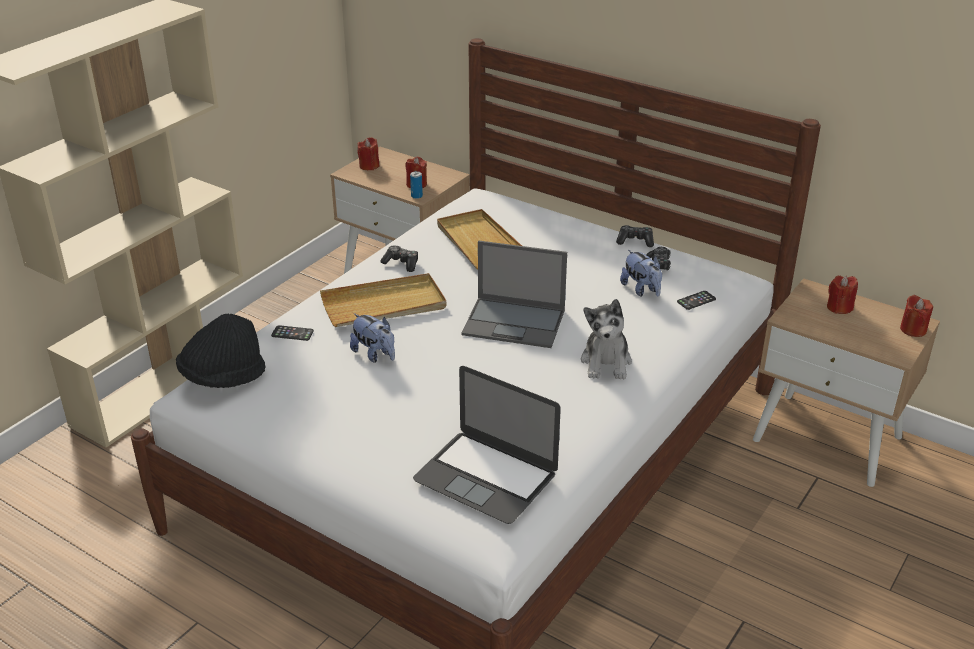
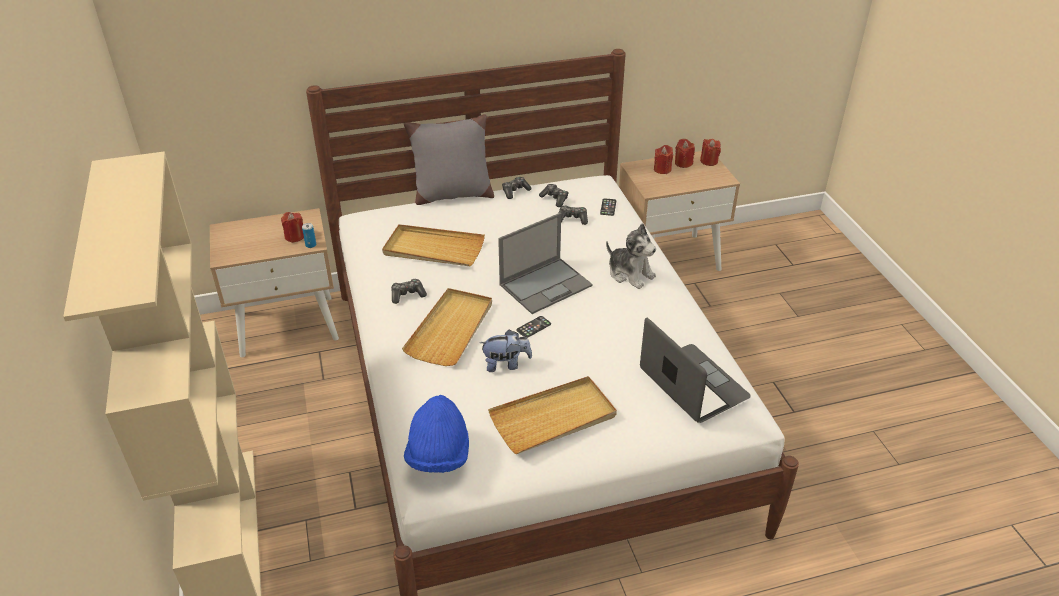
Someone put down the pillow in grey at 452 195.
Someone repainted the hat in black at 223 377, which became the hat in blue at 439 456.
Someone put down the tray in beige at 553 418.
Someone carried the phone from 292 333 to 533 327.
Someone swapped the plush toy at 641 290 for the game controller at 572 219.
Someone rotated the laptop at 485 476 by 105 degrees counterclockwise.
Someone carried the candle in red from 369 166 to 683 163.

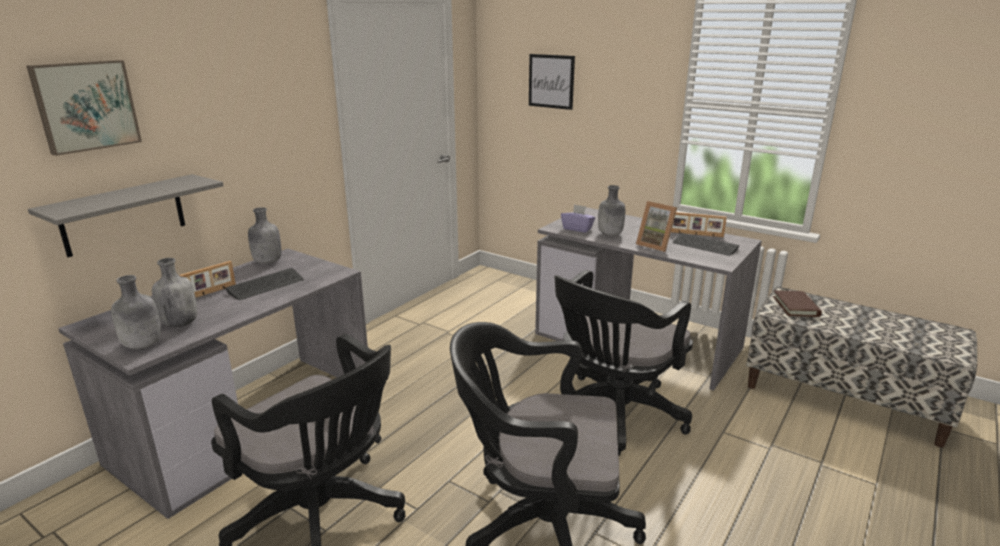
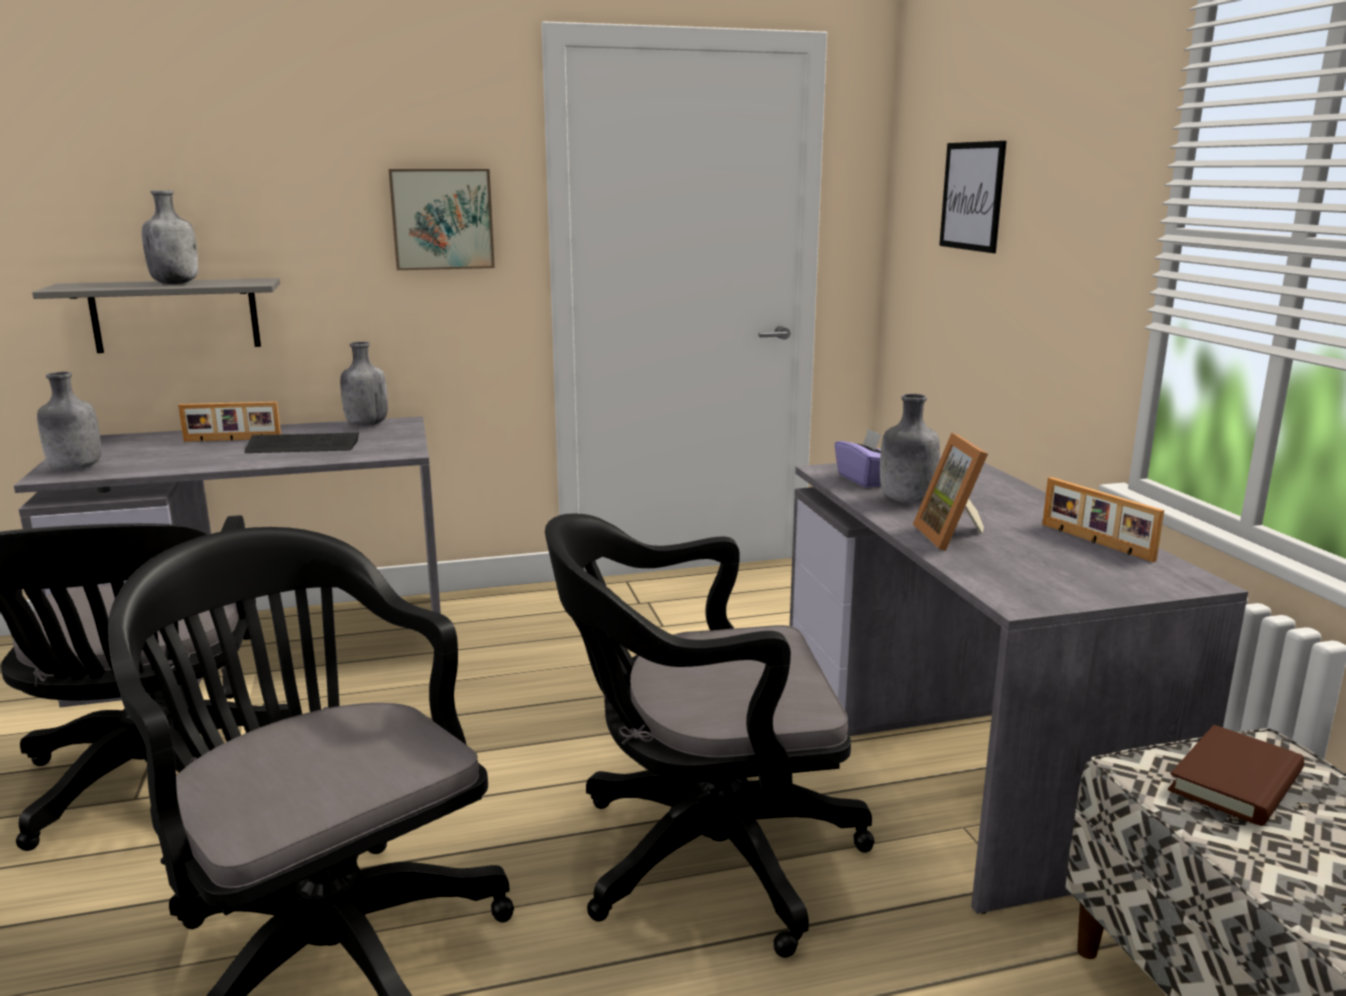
Someone carried the bottle in grey from 180 323 to 176 283.
Someone carried the picture from 85 106 to 442 219.
Someone took away the keyboard at 704 246.

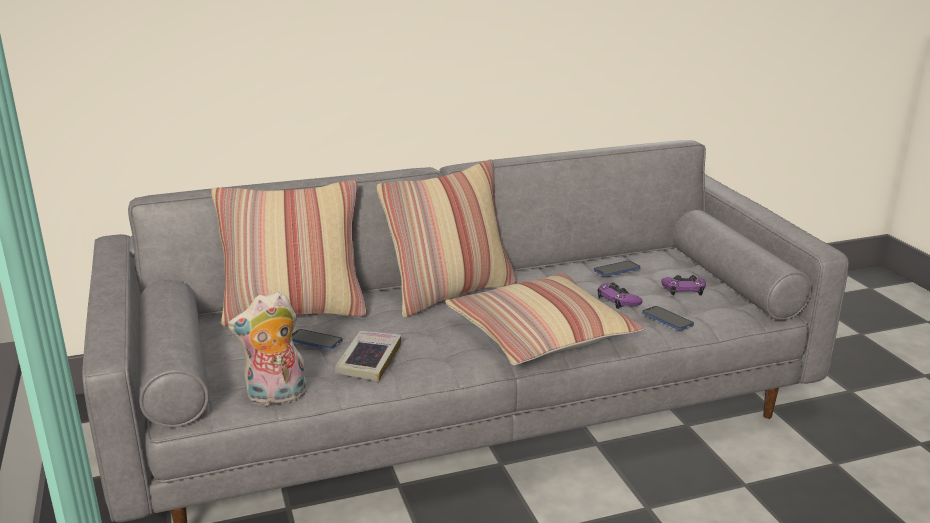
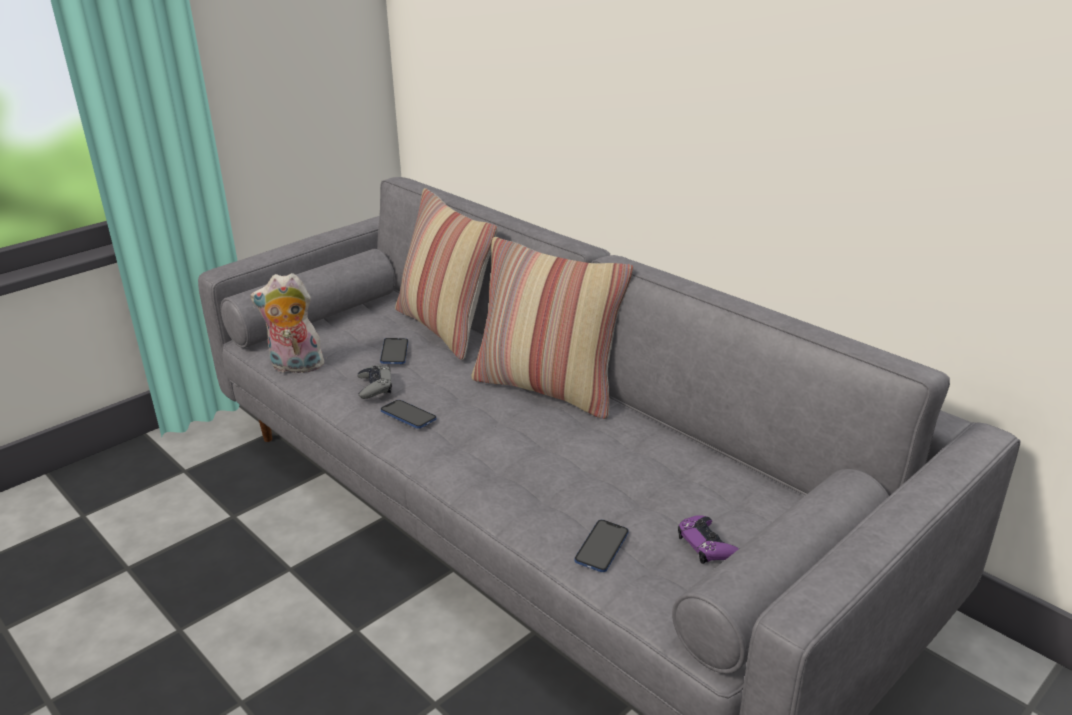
Someone rotated the plush toy at 276 397 by 45 degrees counterclockwise.
Someone swapped the book at 369 360 for the game controller in grey at 375 386.
Someone carried the phone from 616 270 to 408 415.
Someone took away the pillow at 540 335.
Someone took away the game controller in purple at 618 300.

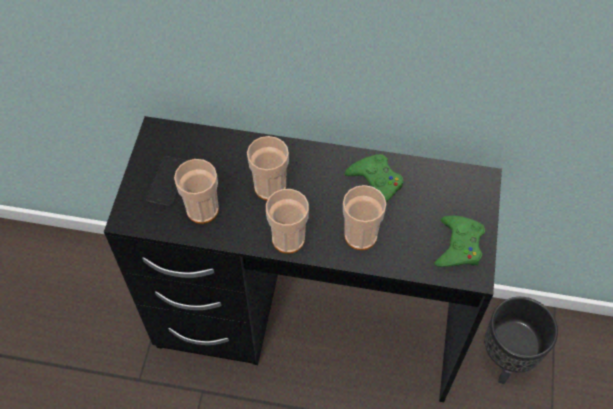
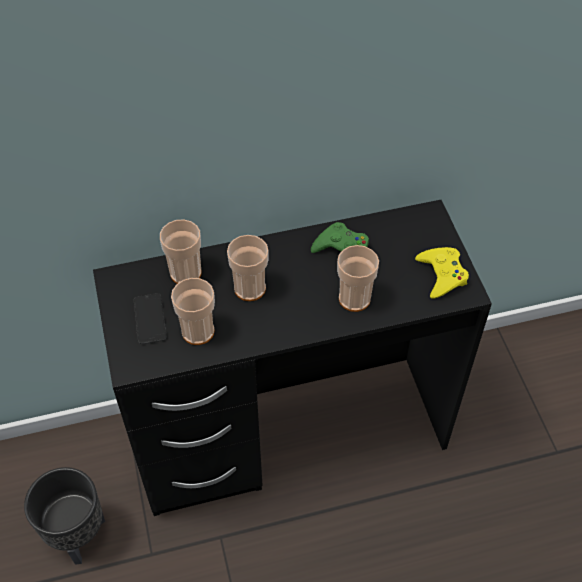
Someone carried the planter in black from 505 358 to 77 535.
Someone carried the cup from 288 239 to 185 273.
Someone repainted the game controller in green at 459 246, which became the game controller in yellow at 442 275.

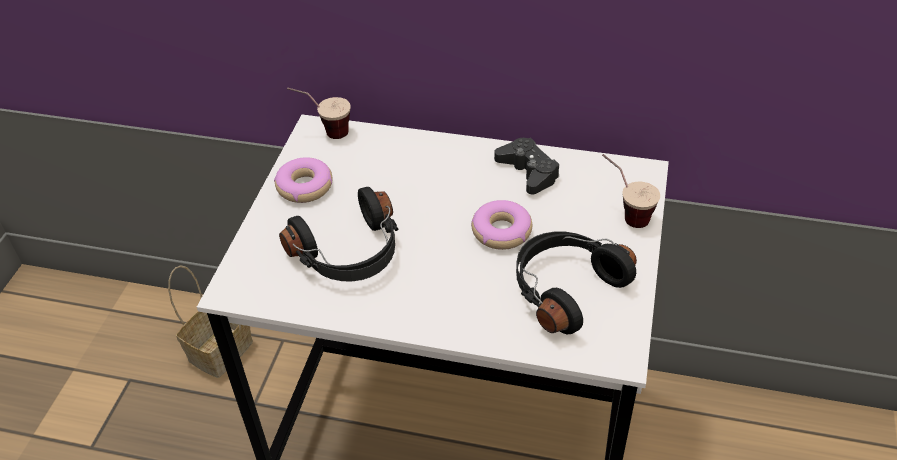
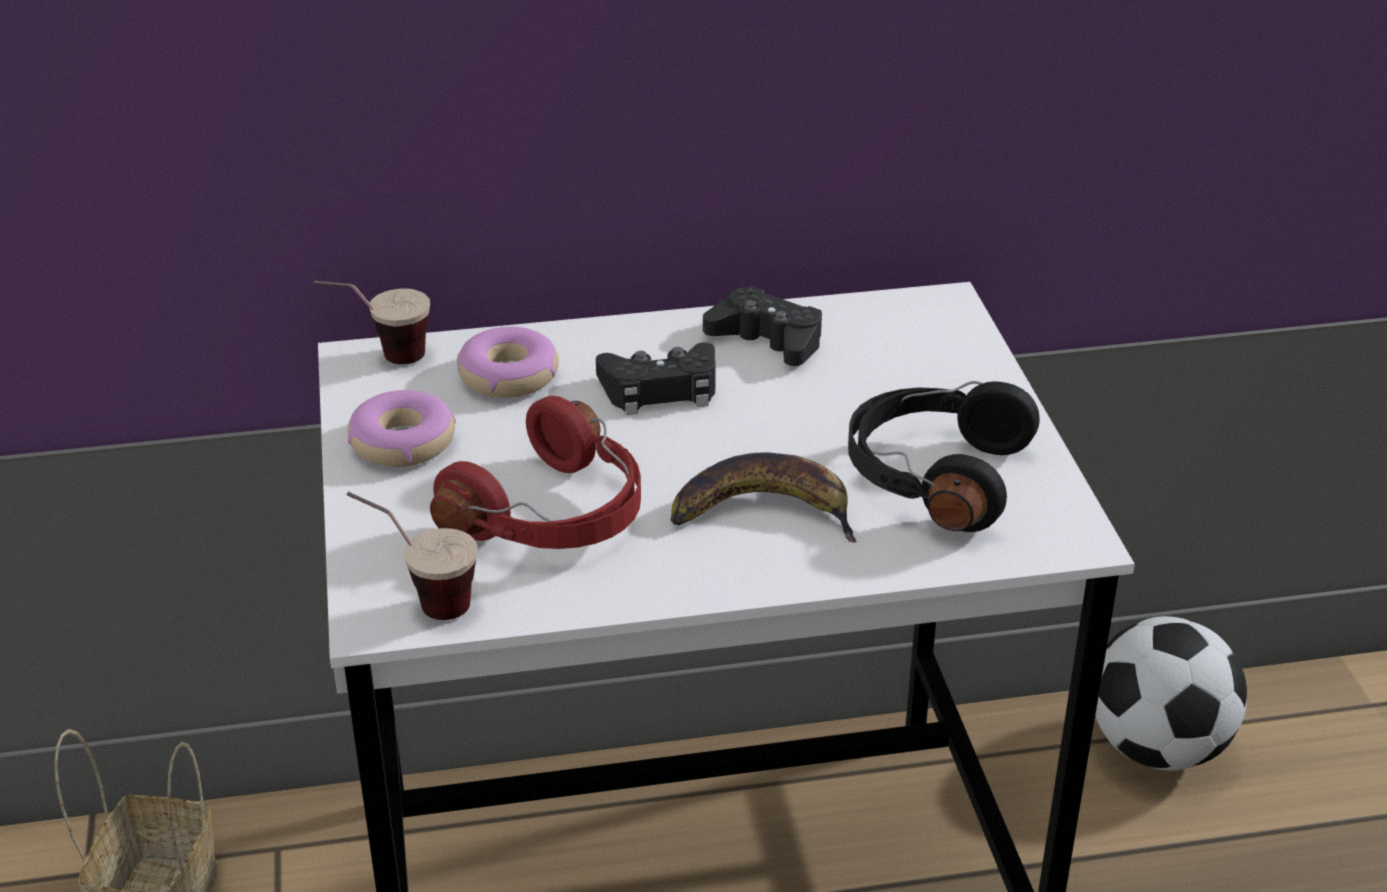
Someone carried the cup from 624 213 to 418 600.
Someone repainted the headphones in black at 350 254, which became the headphones in red at 554 516.
Someone carried the donut from 501 231 to 508 376.
Someone put down the game controller in black at 660 389.
Someone put down the banana at 764 512.
Someone put down the football at 1156 748.

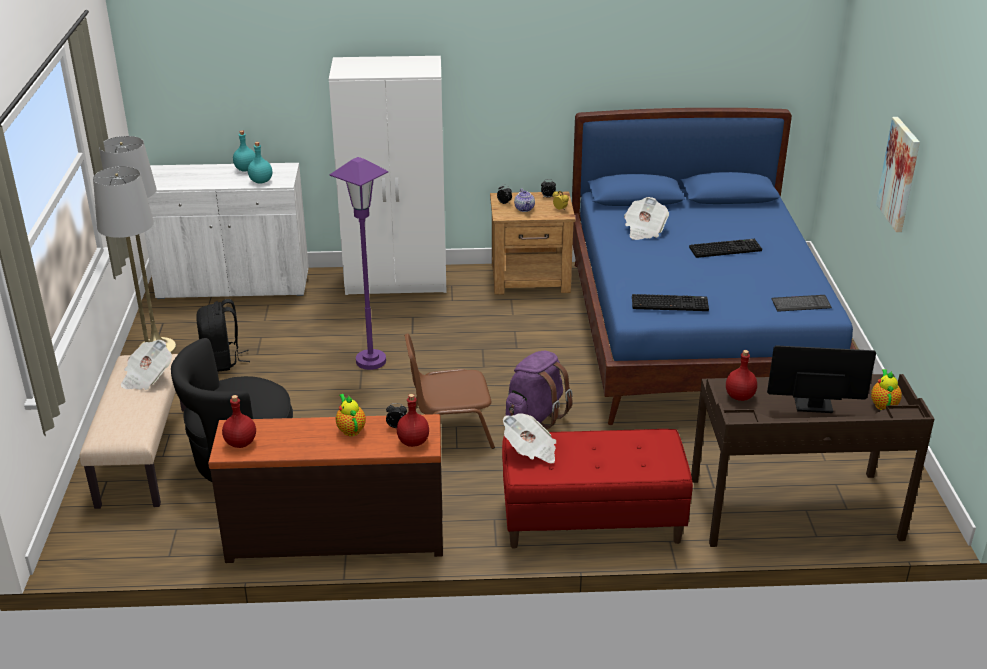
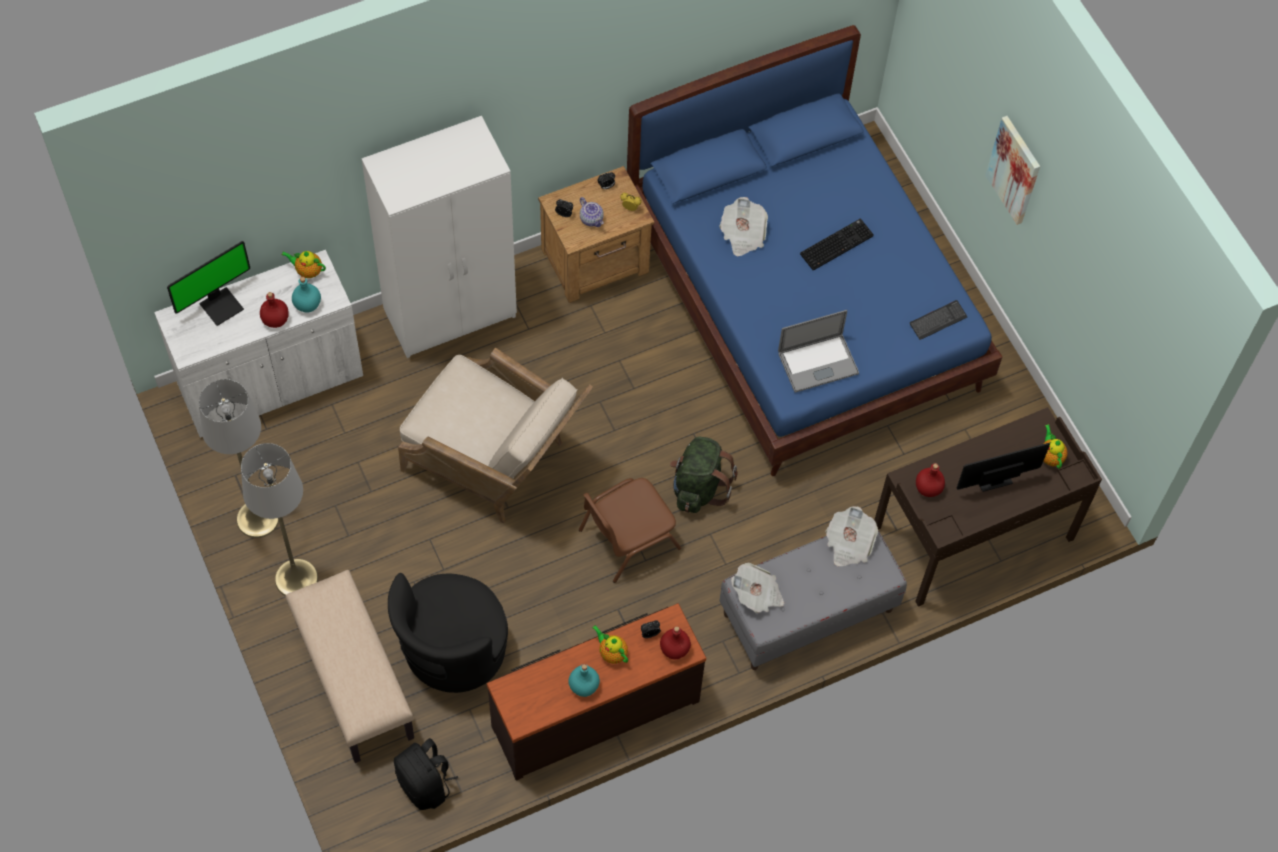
Someone put down the monitor at 221 305.
Someone carried the bottle in red from 241 443 to 276 320.
Someone put down the teapot at 307 271.
Someone carried the backpack in black from 223 361 to 425 785.
Someone swapped the floor lamp in purple at 370 361 for the armchair in beige at 496 461.
Someone carried the bottle in turquoise from 246 169 to 584 686.
Someone repainted the backpack in purple at 536 415, which became the backpack in green at 698 487.
Someone repainted the bench in red at 591 521, which became the bench in grey at 807 612.
Someone swapped the keyboard at 670 303 for the laptop at 818 363.
Someone carried the newspaper from 147 378 to 848 544.

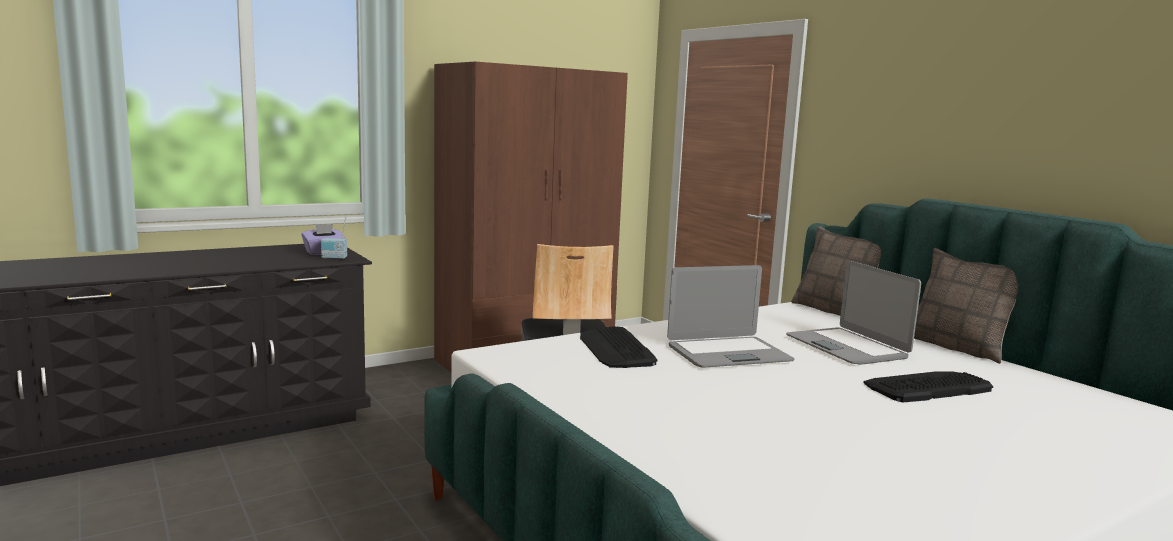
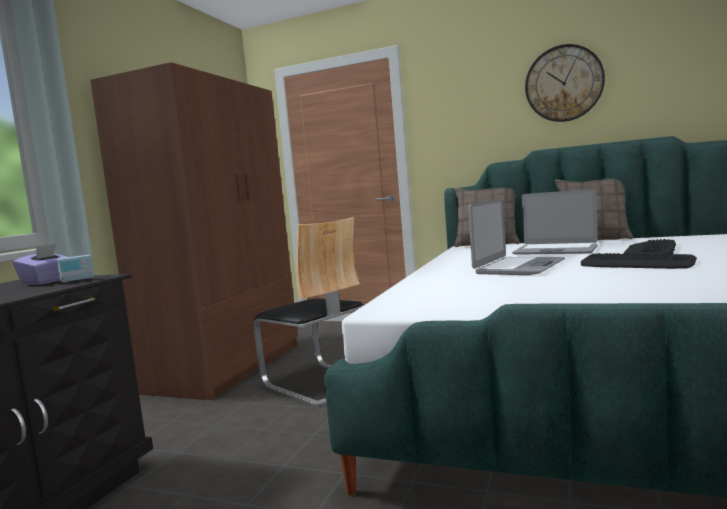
Someone put up the wall clock at 563 83.
Someone carried the keyboard from 616 349 to 636 263.

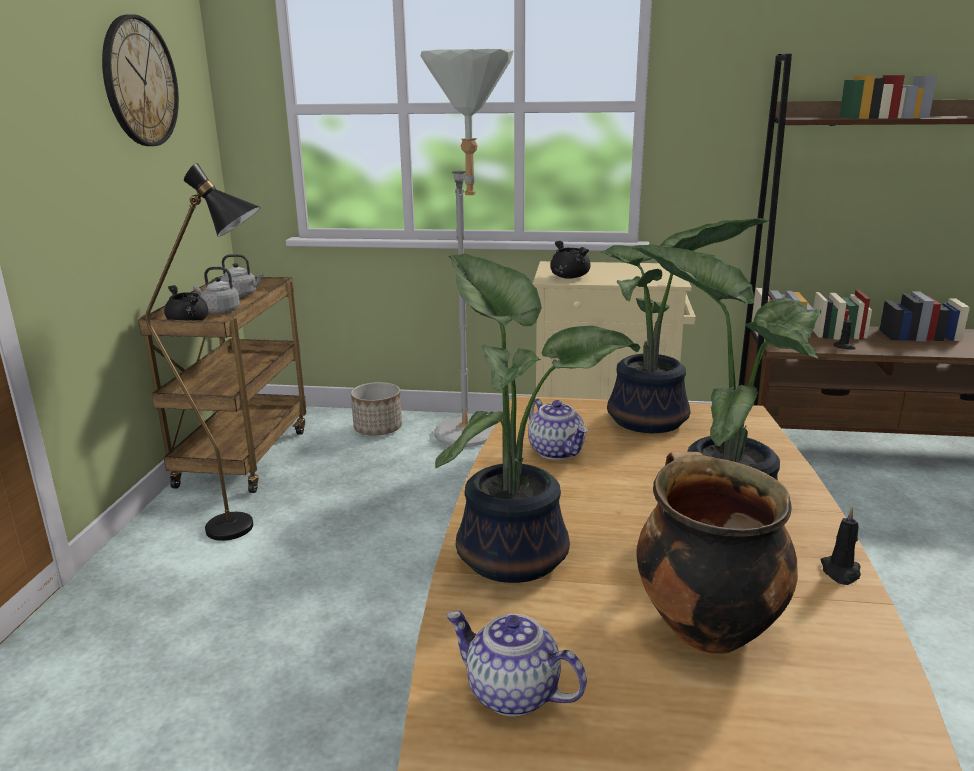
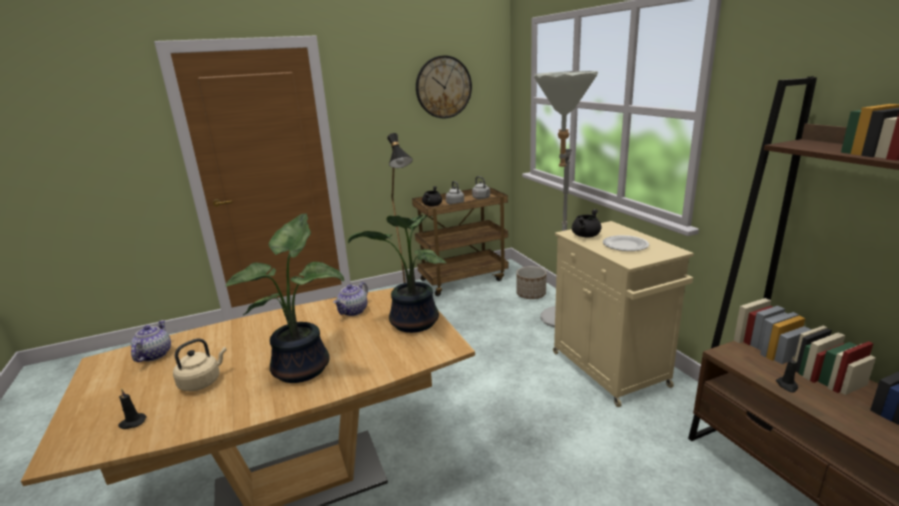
Someone carried the candle in black from 840 572 to 132 423.
Someone swapped the cooking pot at 703 626 for the kettle in beige at 202 382.
Someone put down the plate at 625 245.
Someone took away the potted plant at 515 551.

